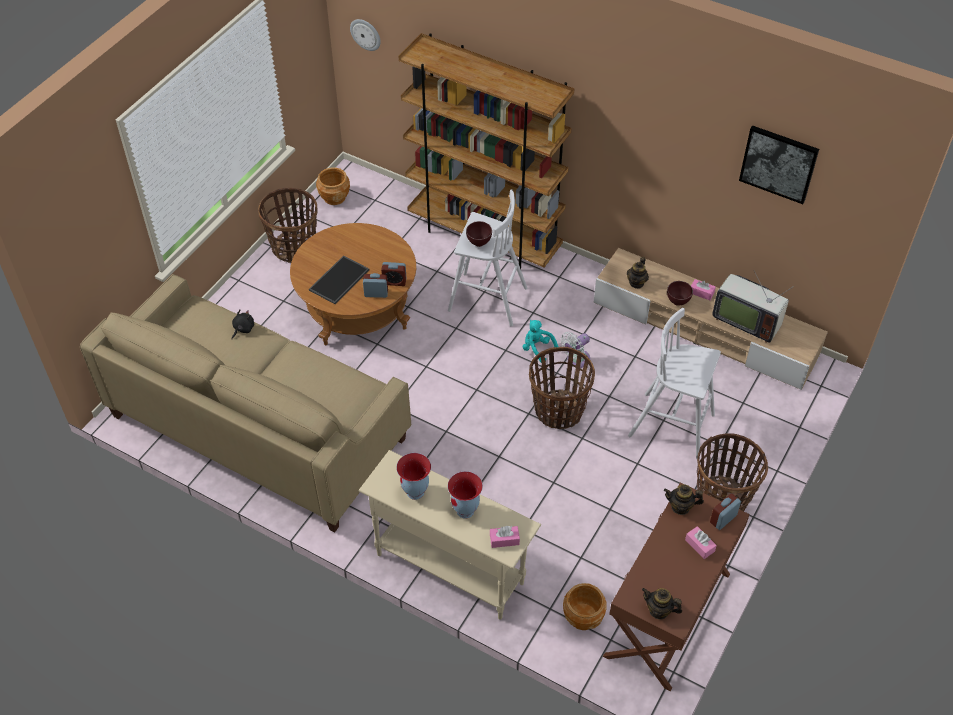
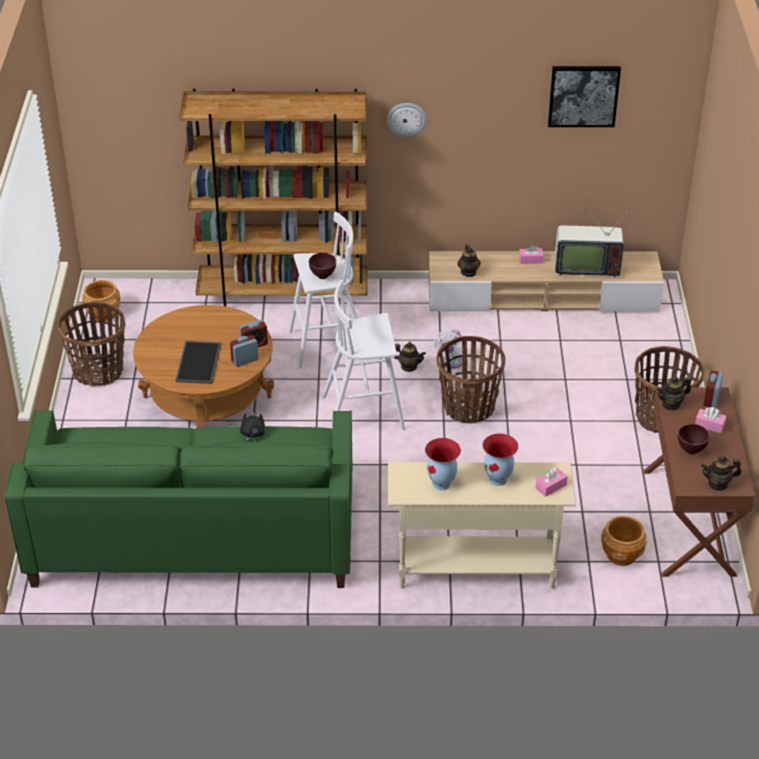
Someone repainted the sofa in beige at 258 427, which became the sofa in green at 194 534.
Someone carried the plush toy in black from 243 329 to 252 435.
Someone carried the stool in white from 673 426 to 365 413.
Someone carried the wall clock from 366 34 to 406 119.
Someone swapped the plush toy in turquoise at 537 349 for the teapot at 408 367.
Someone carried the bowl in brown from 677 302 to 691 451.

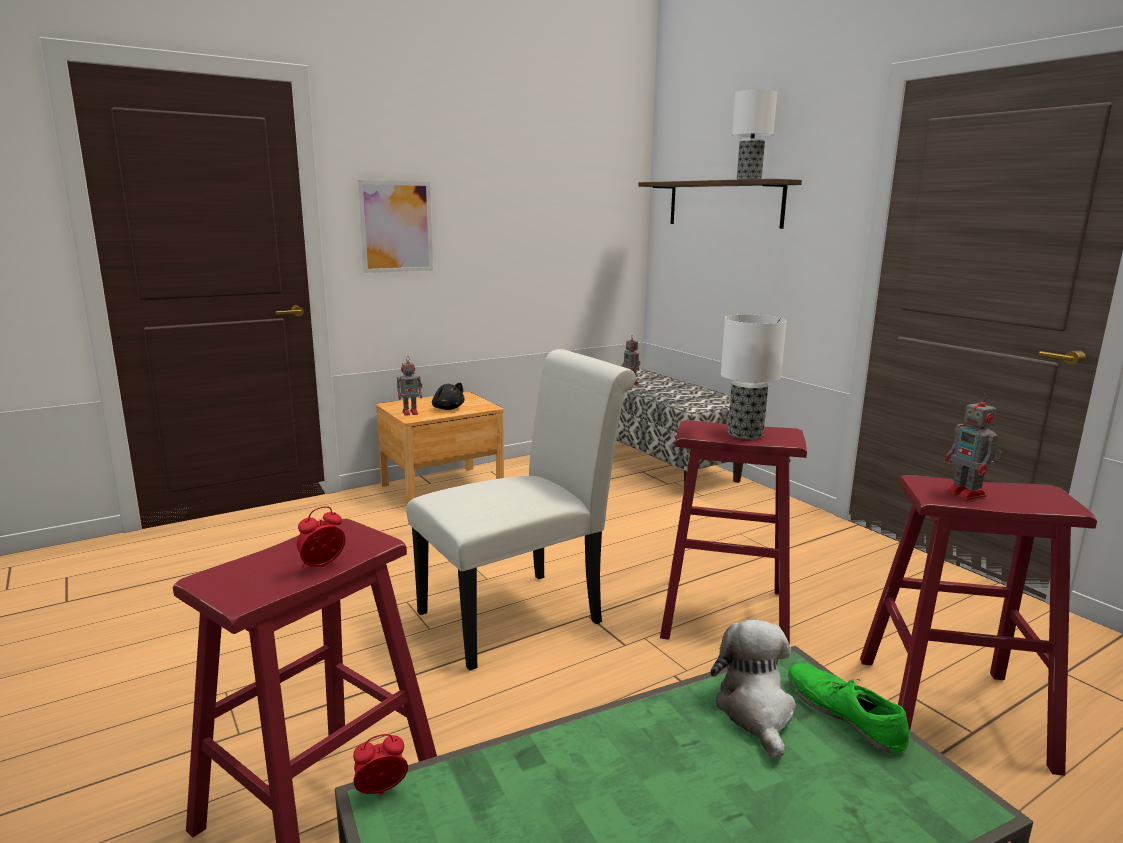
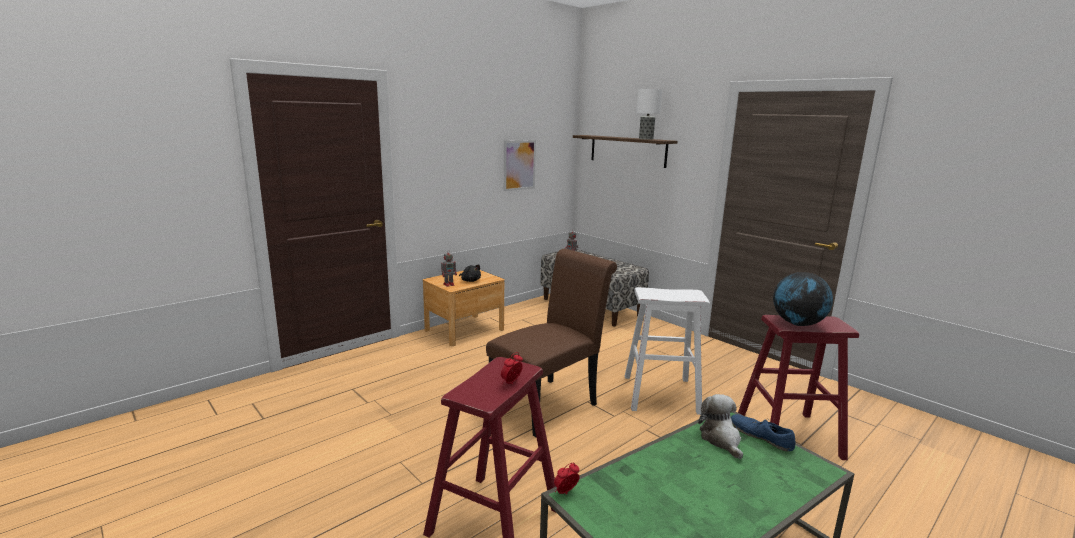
Someone repainted the chair in white at 521 614, which became the chair in brown at 549 403.
Someone carried the picture from 396 227 to 519 165.
Someone repainted the stool in red at 725 613, which became the stool in white at 661 394.
Someone repainted the shoe in green at 844 714, which became the shoe in blue at 761 436.
Someone swapped the toy robot at 967 494 for the globe at 798 324.
Someone took away the table lamp at 746 434.

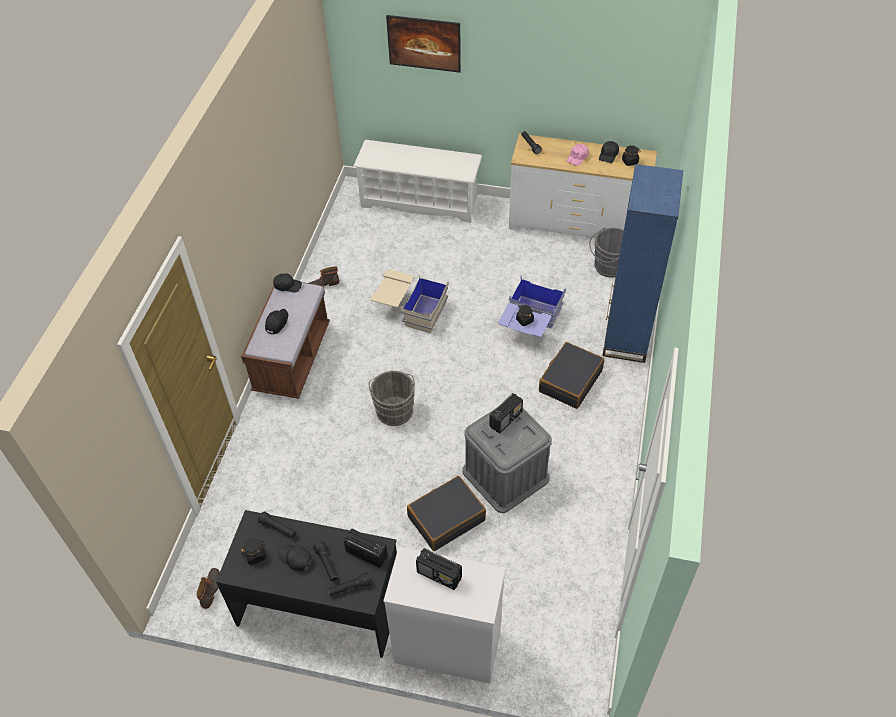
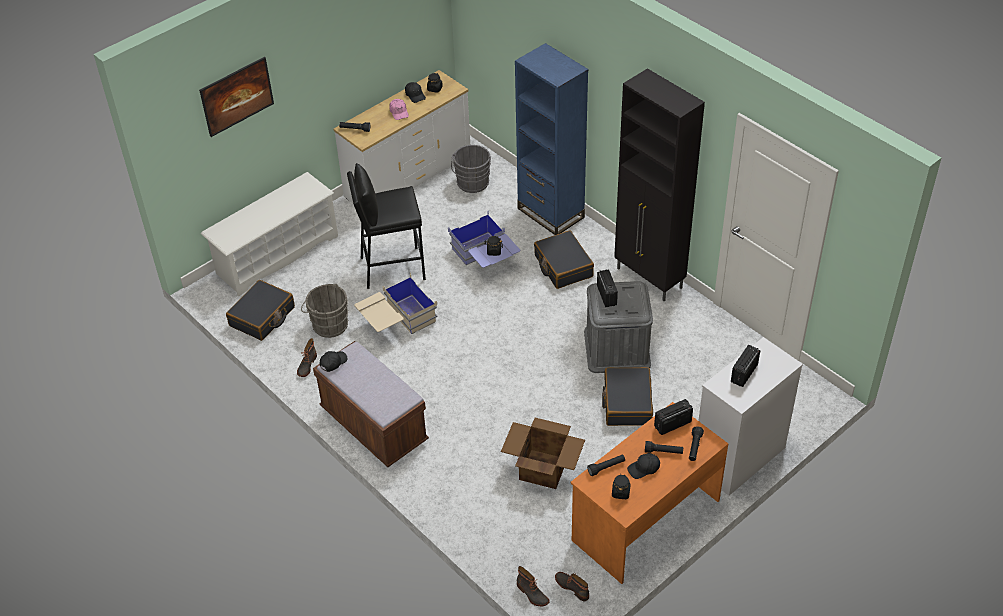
Someone put down the suitcase in black at 262 317.
Someone carried the bucket in grey from 394 409 to 328 324.
Someone put down the stool in black at 392 268.
Someone put down the cardboard box at 542 468.
Someone put down the boot at 532 594.
Someone repainted the desk in black at 320 606, which became the desk in orange at 645 519.
Someone put down the cabinet in black at 649 279.
Someone rotated the radio at 439 575 by 150 degrees clockwise.
Someone took away the cap in black at 276 323.

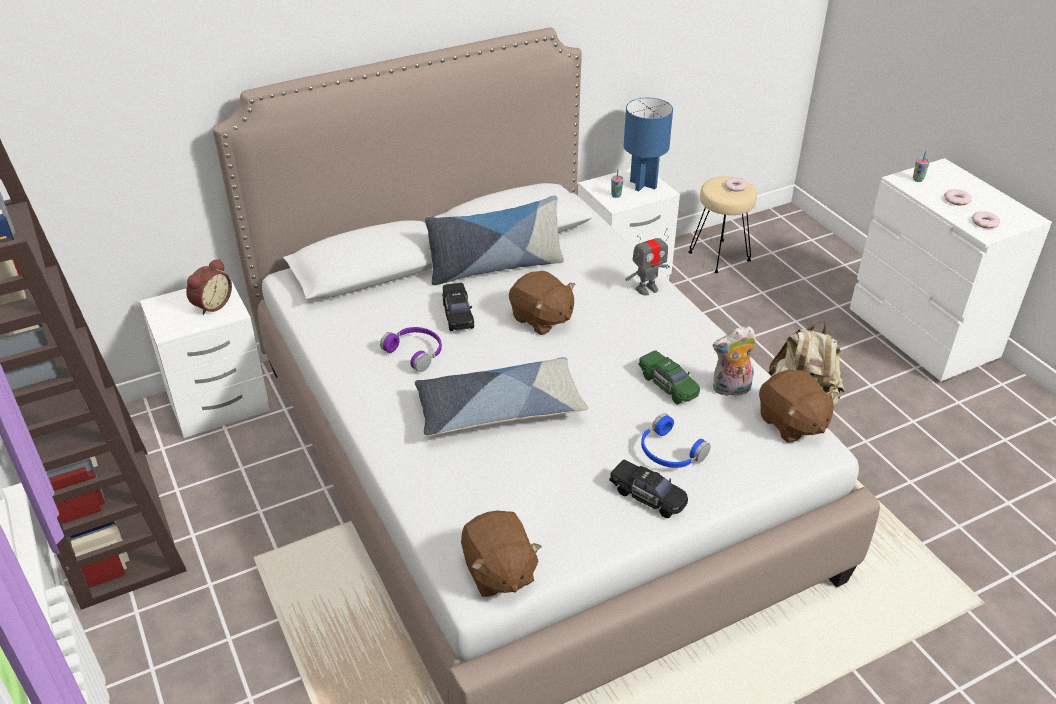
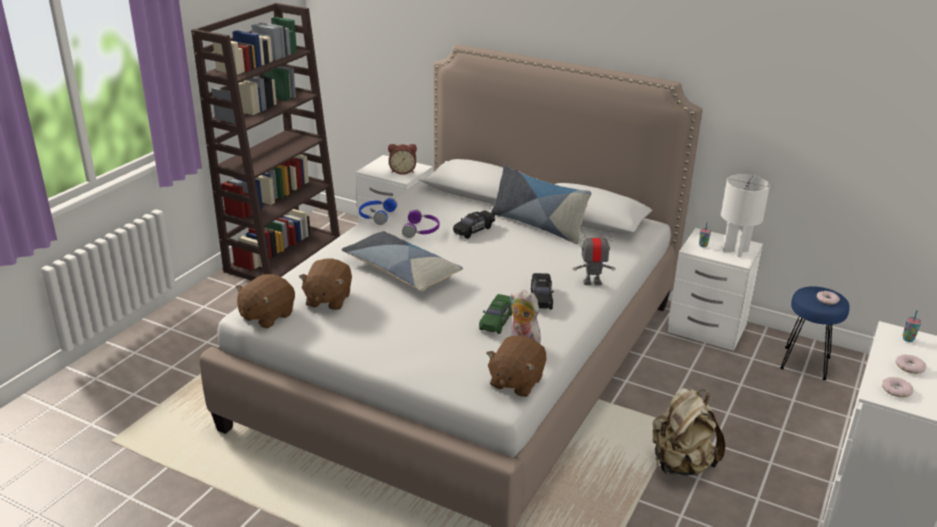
Someone carried the plush toy in brown from 541 319 to 328 300.
Someone carried the headphones in blue from 669 452 to 376 216.
Someone carried the toy car in black from 648 496 to 541 298.
Someone rotated the toy robot at 647 289 by 150 degrees clockwise.
Someone repainted the table lamp in blue at 642 184, which became the table lamp in white at 735 251.
Someone repainted the stool in beige at 720 256, which became the stool in blue at 806 363.

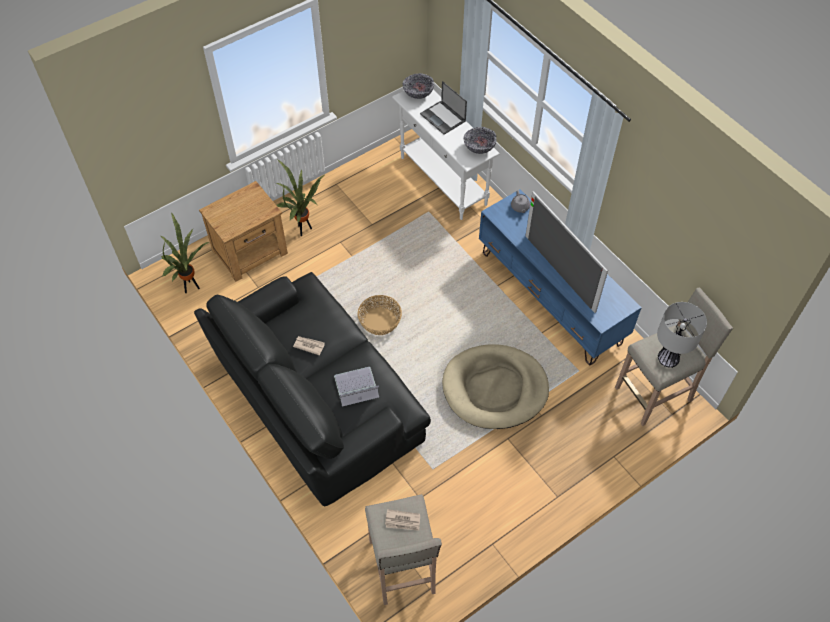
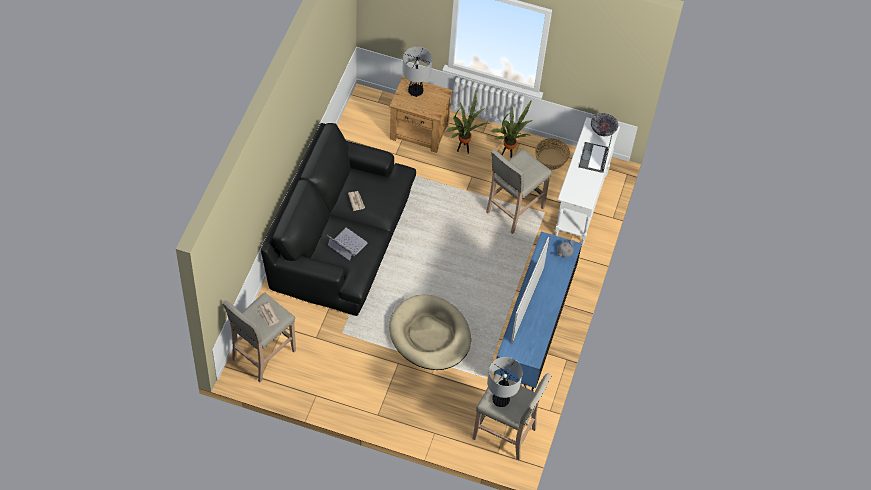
Someone put down the table lamp at 415 92.
Someone put down the stool in beige at 513 210.
Someone carried the potted plant from 191 286 to 509 155.
Someone carried the basket from 380 321 to 551 159.
Someone took away the bowl at 479 148.

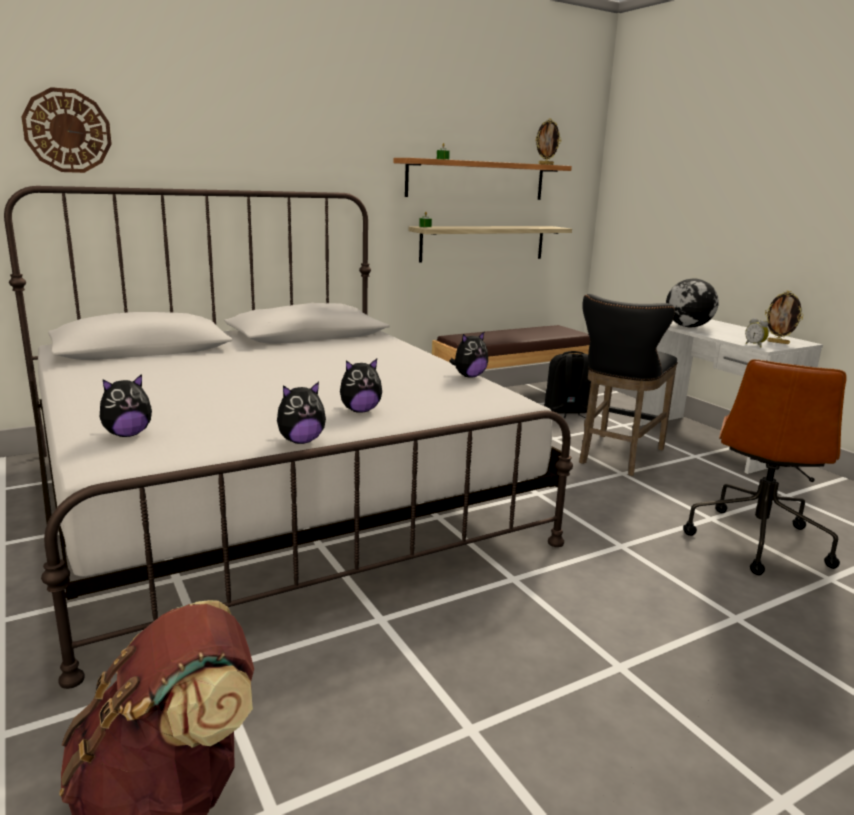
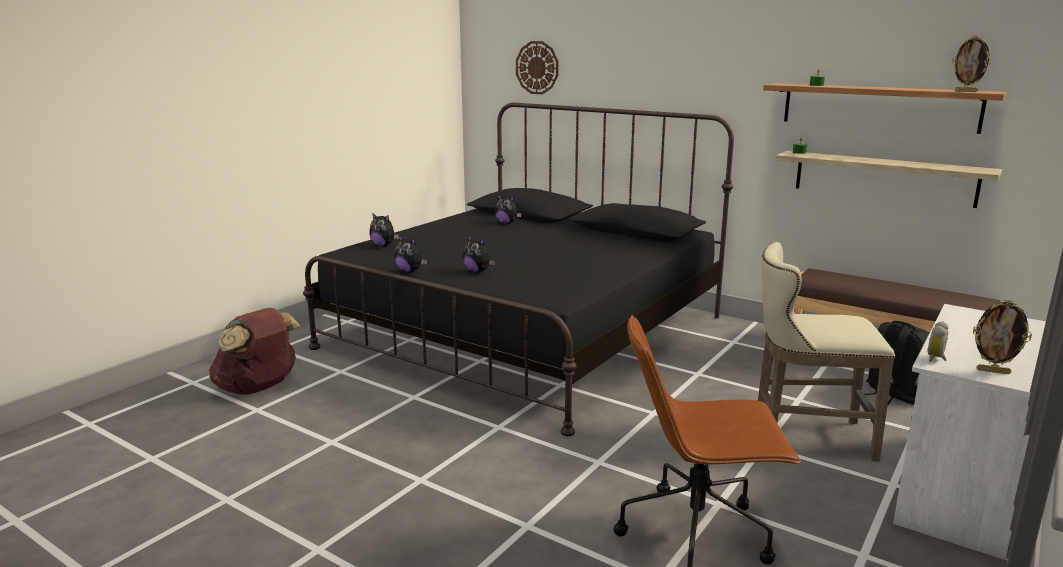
Someone repainted the bed in white at 272 495, which became the bed in black at 526 332.
Someone carried the plush toy from 469 376 to 507 223.
Someone repainted the stool in black at 616 456, which became the stool in beige at 805 437.
Someone rotated the picture frame at 778 342 by 75 degrees counterclockwise.
Someone took away the globe at 688 327.

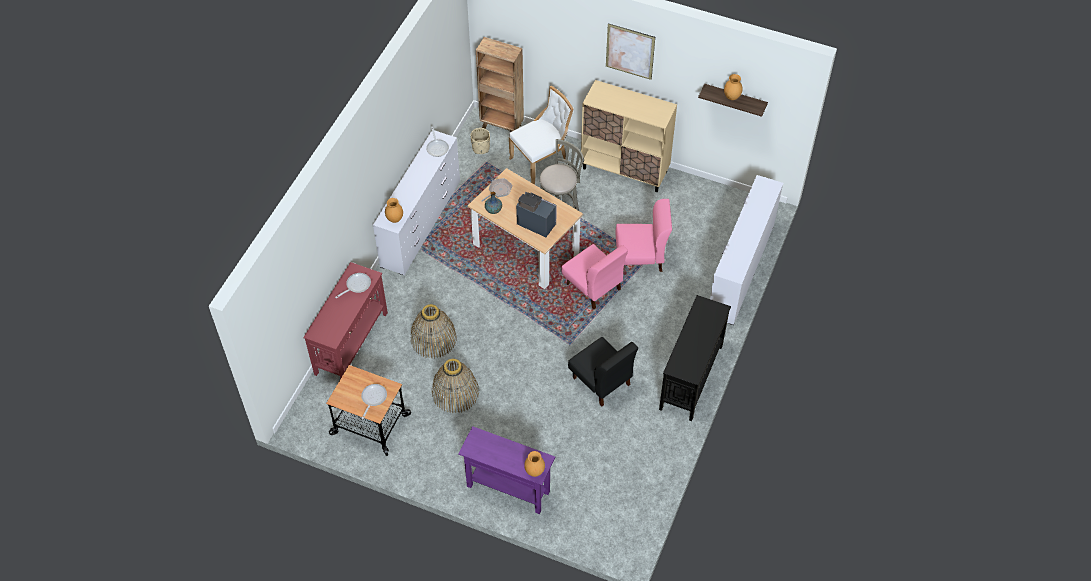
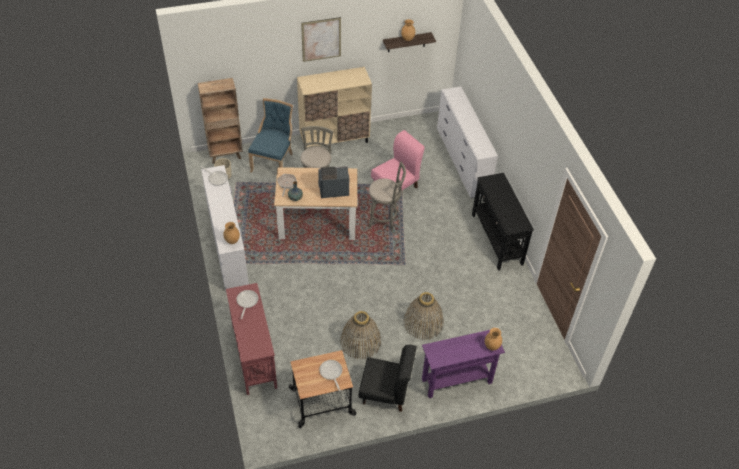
Someone repainted the chair in white at 541 160, which became the chair in blue at 274 162.
Someone carried the chair in black from 601 381 to 385 392.
Someone swapped the chair in pink at 593 287 for the stool in grey at 384 220.
Someone carried the basket from 433 339 to 423 323.

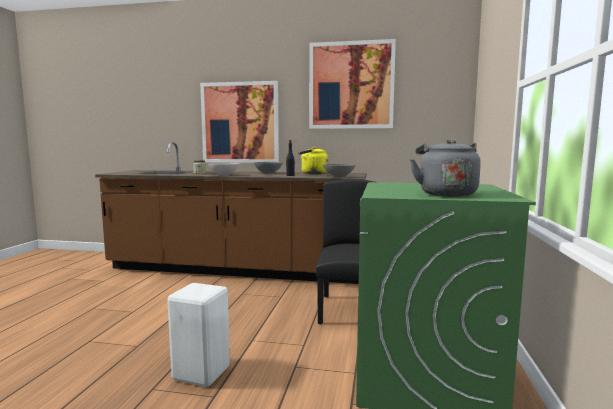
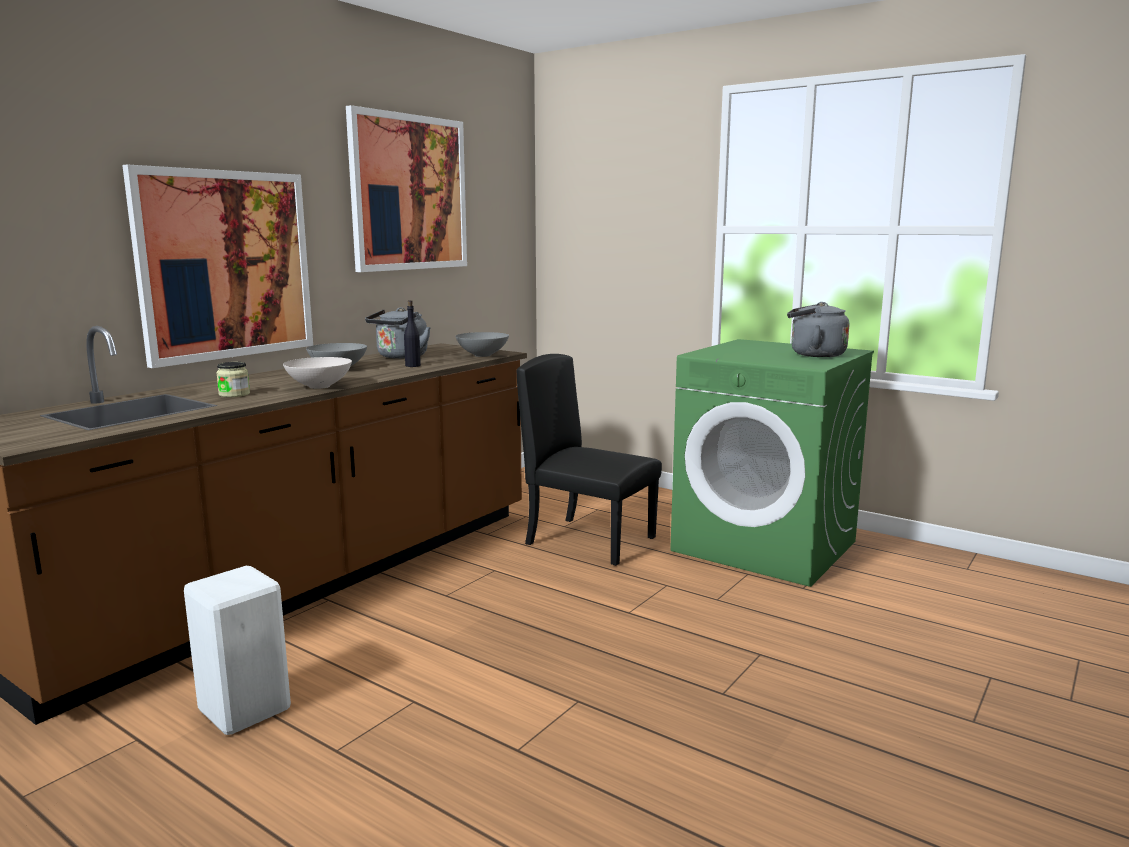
Someone carried the stool in white from 203 372 to 246 708.
Someone repainted the kettle in yellow at 312 173, which became the kettle in grey at 400 357.

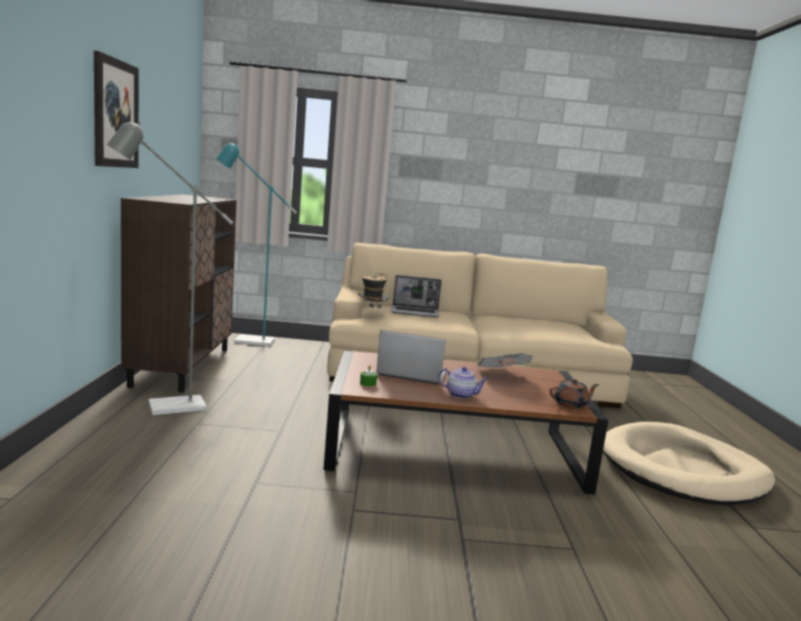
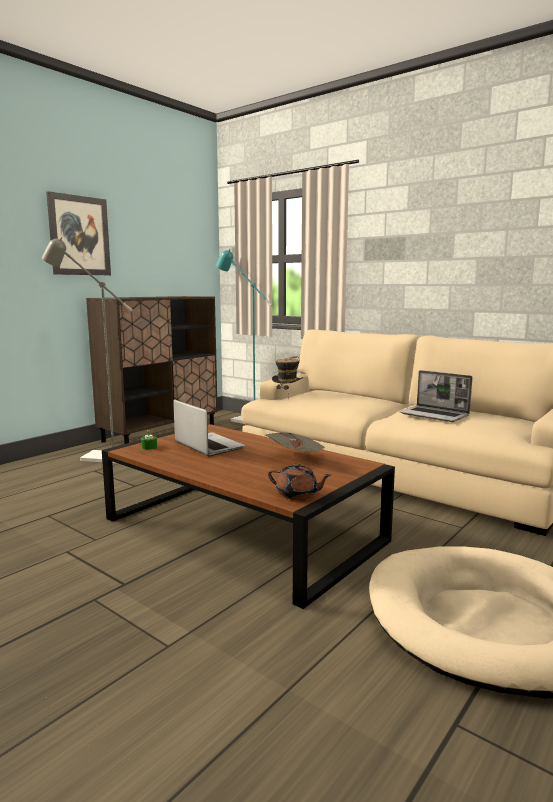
Someone carried the laptop from 415 312 to 435 415.
Someone took away the teapot at 461 395.

